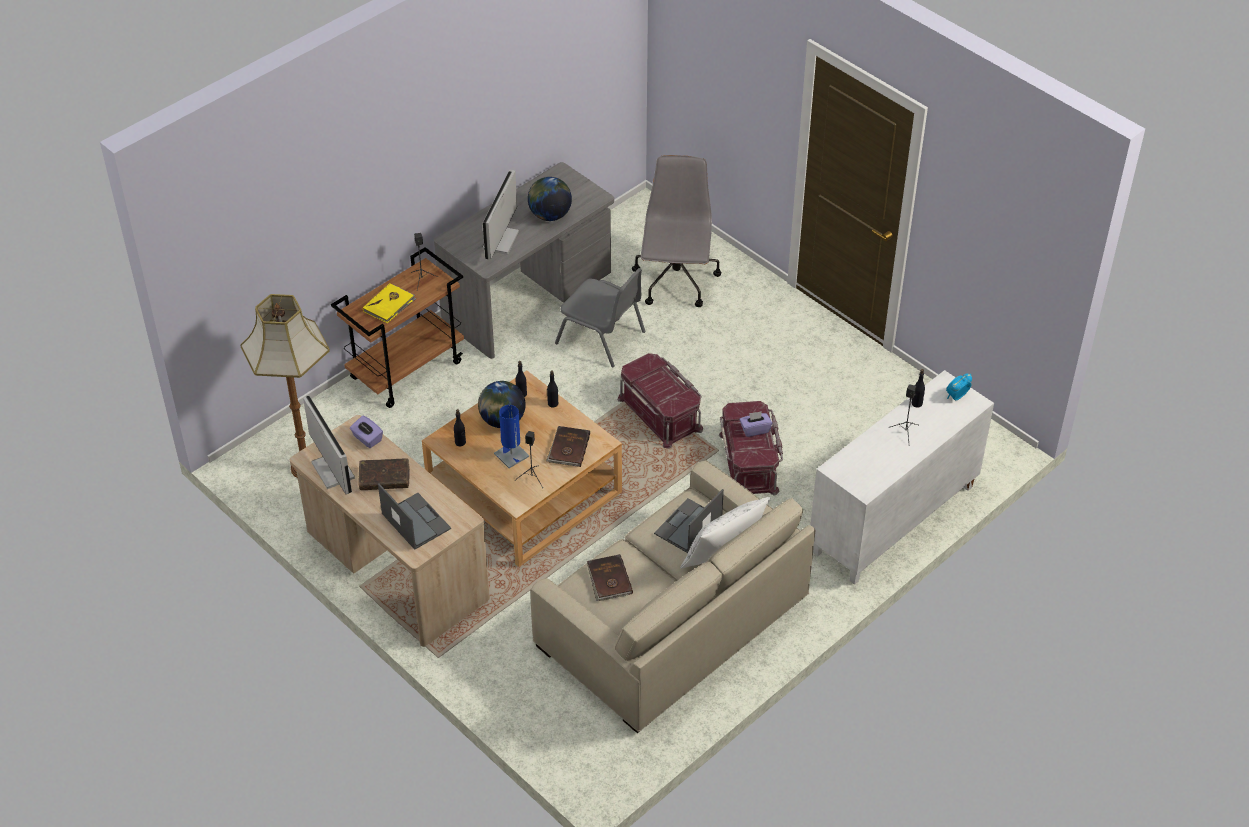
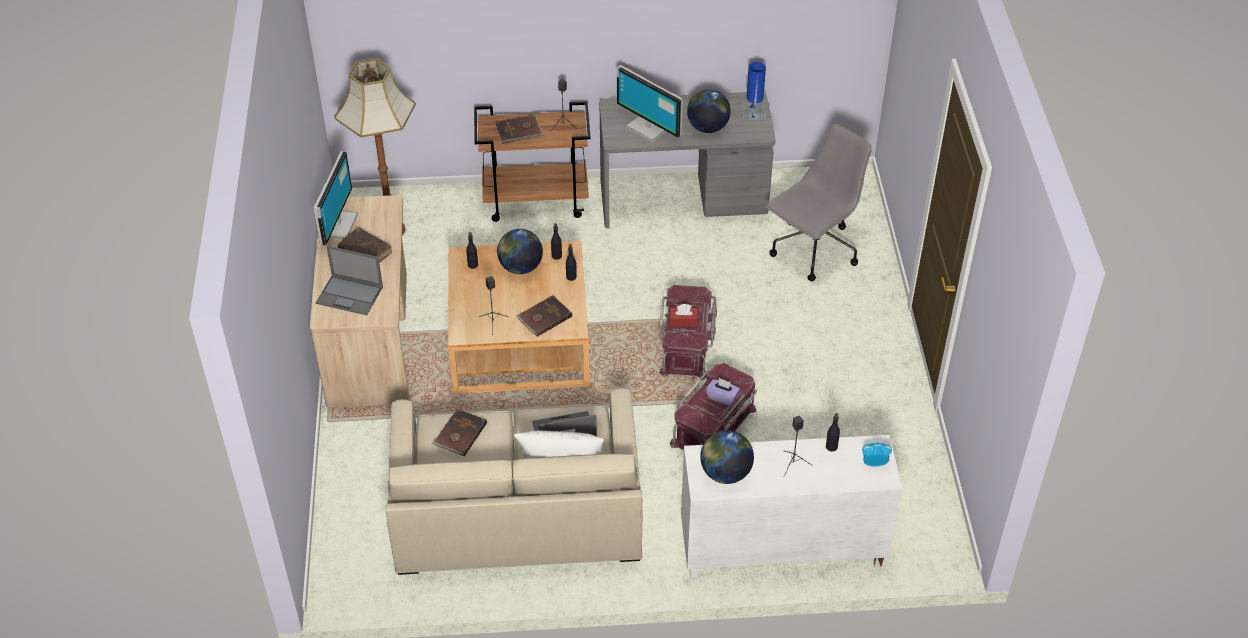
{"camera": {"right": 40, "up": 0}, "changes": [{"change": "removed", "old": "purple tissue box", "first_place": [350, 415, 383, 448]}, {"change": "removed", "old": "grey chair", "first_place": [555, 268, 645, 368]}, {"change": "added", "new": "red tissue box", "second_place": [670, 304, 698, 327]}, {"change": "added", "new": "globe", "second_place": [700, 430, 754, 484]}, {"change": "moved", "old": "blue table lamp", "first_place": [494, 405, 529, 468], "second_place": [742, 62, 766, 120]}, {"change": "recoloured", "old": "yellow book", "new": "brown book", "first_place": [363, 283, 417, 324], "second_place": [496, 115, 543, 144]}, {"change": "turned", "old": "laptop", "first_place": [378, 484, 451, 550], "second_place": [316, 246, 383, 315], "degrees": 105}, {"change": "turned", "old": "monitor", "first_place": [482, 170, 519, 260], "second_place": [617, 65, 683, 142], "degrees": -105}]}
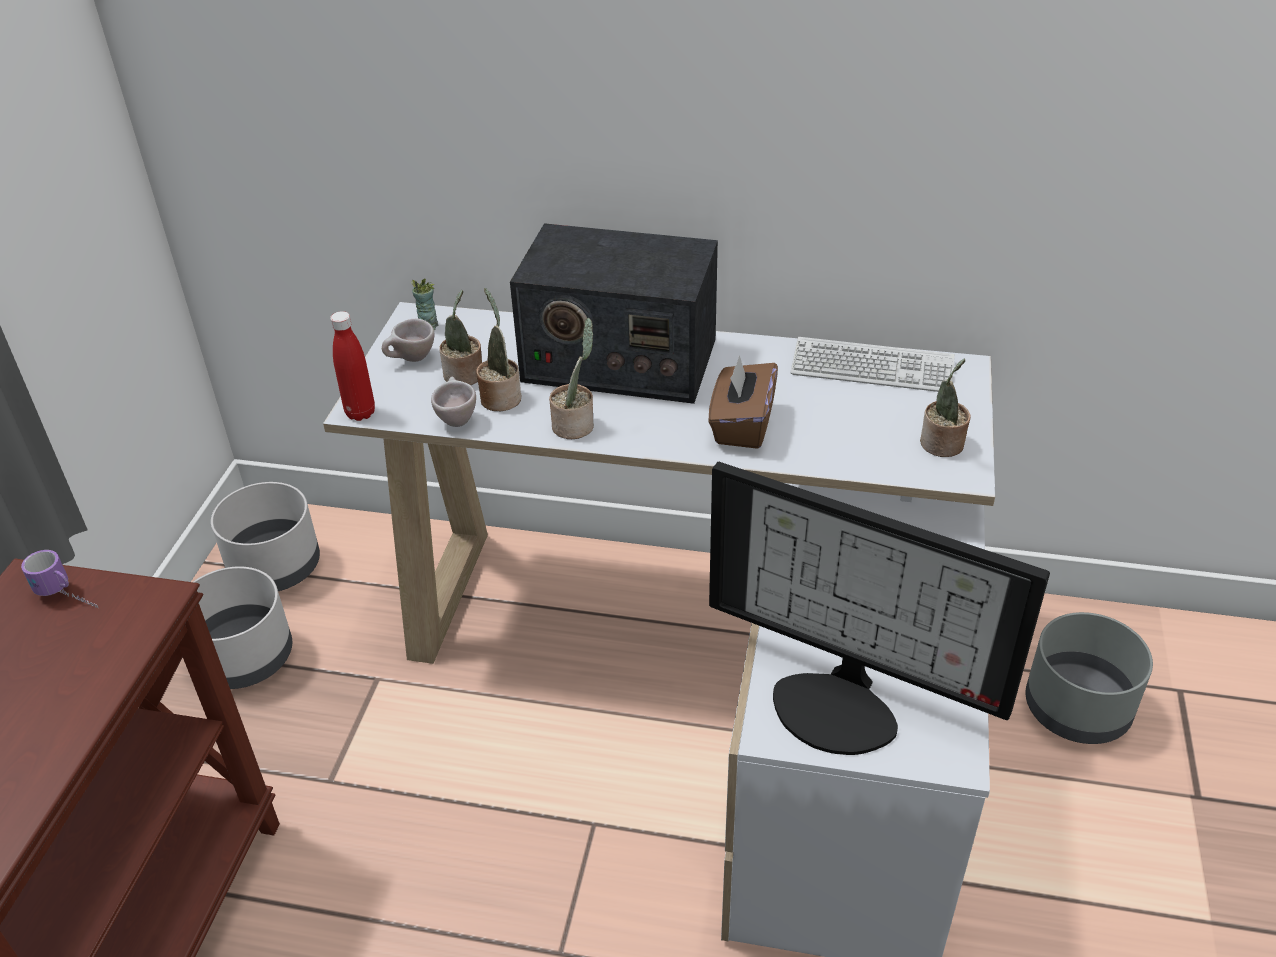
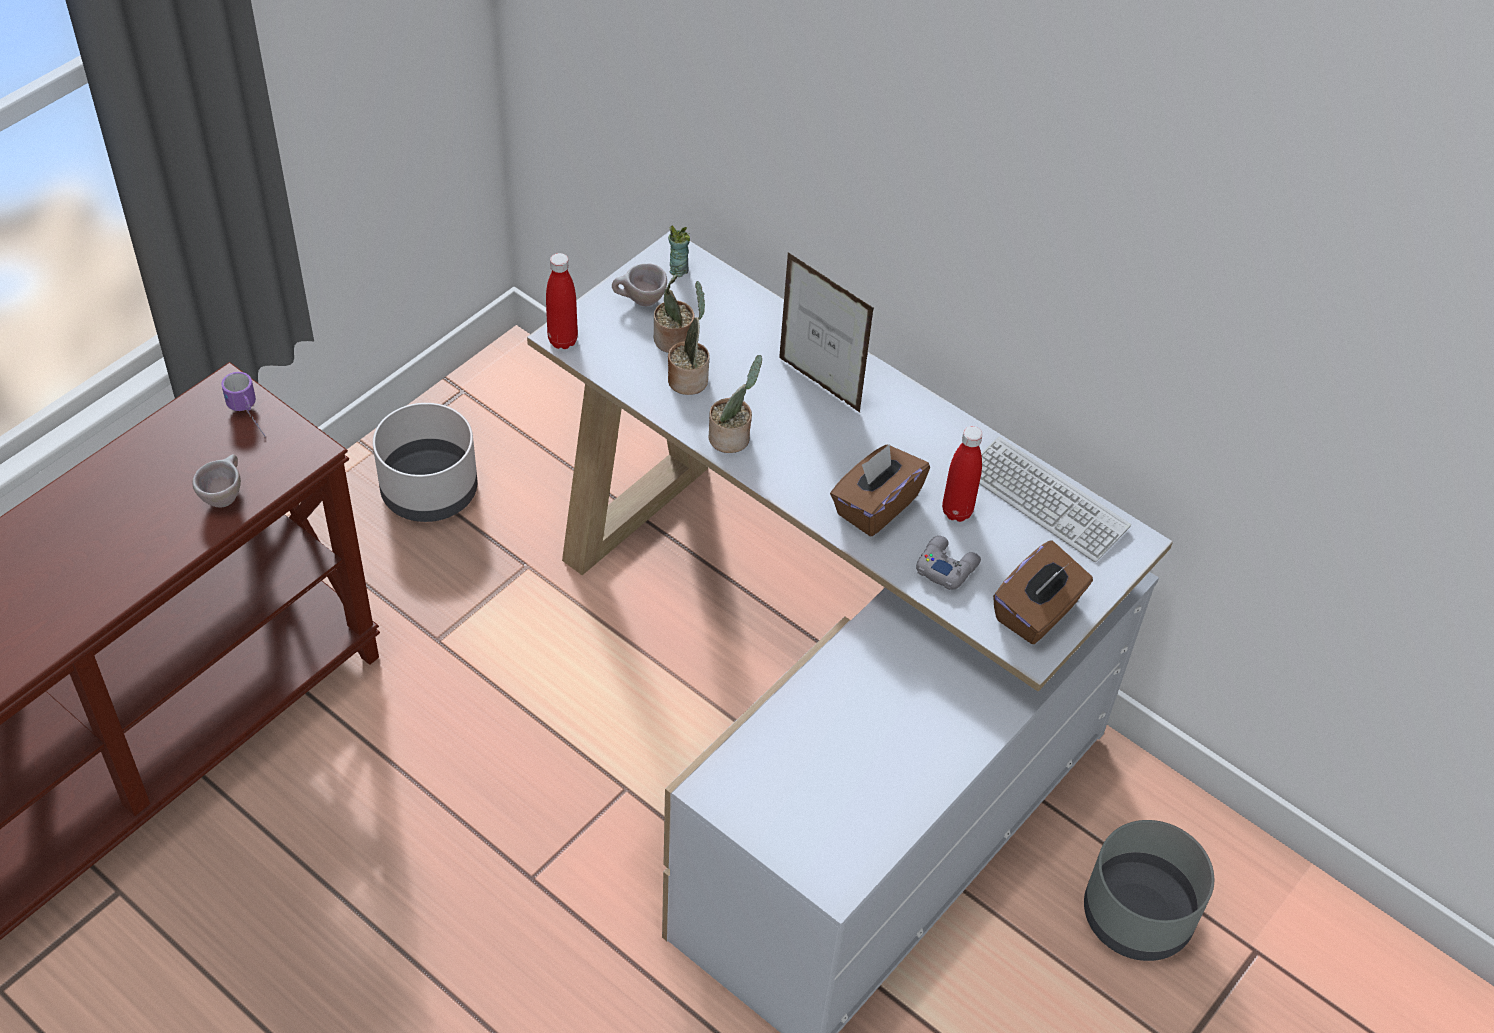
{"camera": {"right": 25, "up": 10}, "changes": [{"change": "removed", "old": "grey planter", "first_place": [211, 482, 320, 591]}, {"change": "removed", "old": "monitor", "first_place": [709, 462, 1050, 755]}, {"change": "added", "new": "grey game controller", "second_place": [916, 536, 981, 590]}, {"change": "added", "new": "red bottle", "second_place": [942, 426, 983, 522]}, {"change": "moved", "old": "beige cup", "first_place": [431, 376, 476, 427], "second_place": [193, 454, 241, 507]}, {"change": "replaced", "old": "radio", "new": "picture frame", "first_place": [510, 223, 718, 404], "second_place": [779, 252, 874, 412]}, {"change": "replaced", "old": "potted plant", "new": "brown tissue box", "first_place": [920, 359, 970, 457], "second_place": [993, 541, 1093, 644]}]}
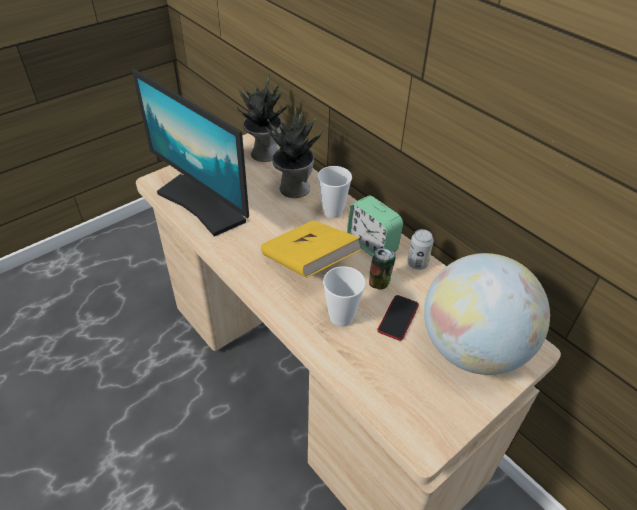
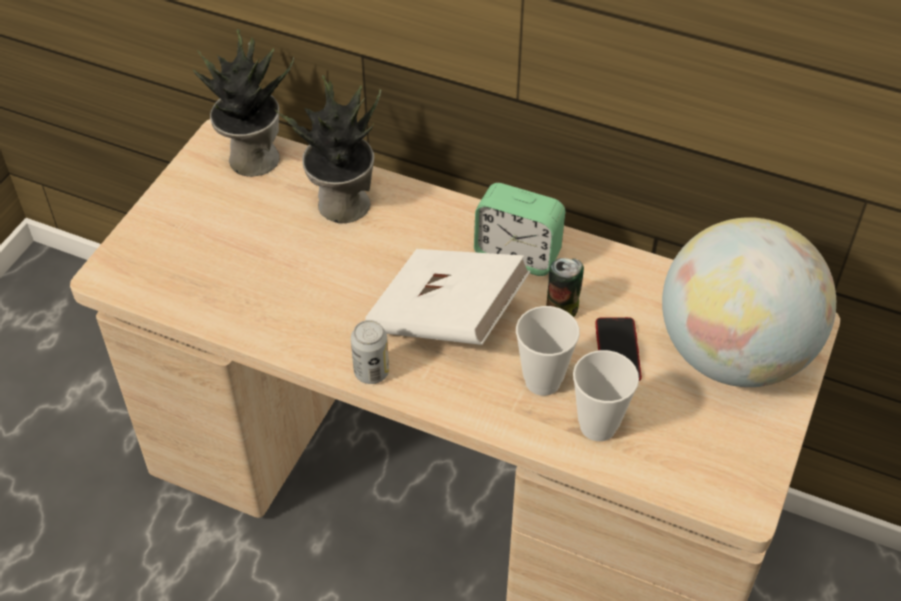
{"camera": {"right": -25, "up": 5}, "changes": [{"change": "removed", "old": "monitor", "first_place": [132, 69, 249, 236]}, {"change": "moved", "old": "cup", "first_place": [317, 166, 352, 218], "second_place": [573, 350, 639, 441]}, {"change": "moved", "old": "can", "first_place": [407, 229, 434, 270], "second_place": [351, 320, 389, 384]}, {"change": "recoloured", "old": "yellow book", "new": "white book", "first_place": [261, 220, 362, 278], "second_place": [365, 249, 531, 345]}]}
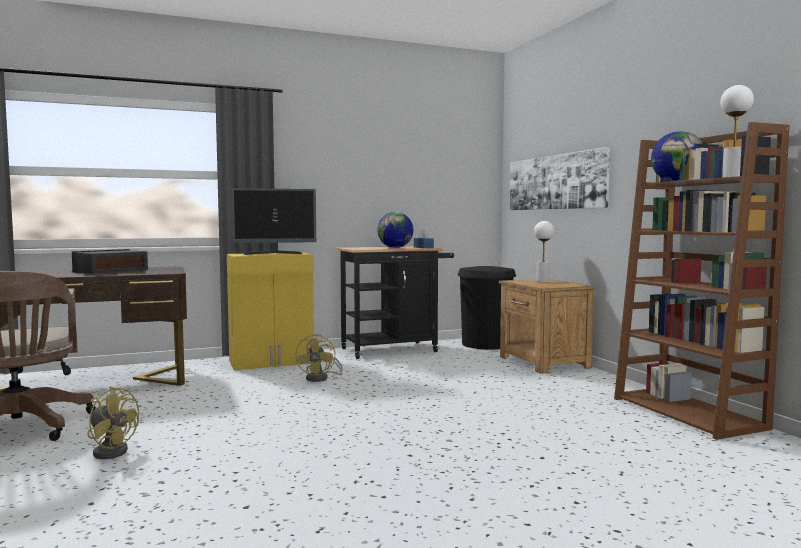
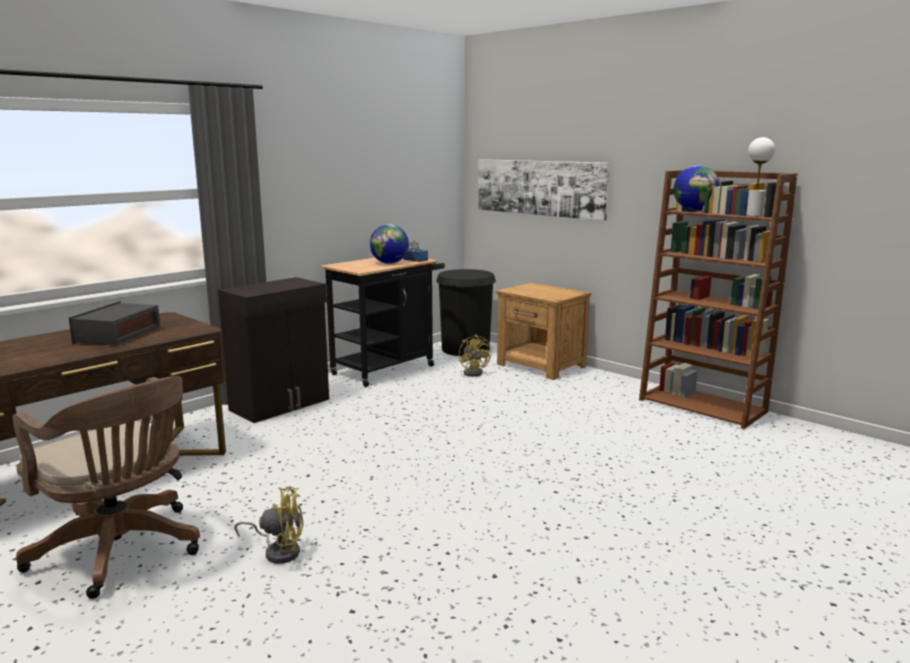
{"camera": {"right": -25, "up": 10}, "changes": [{"change": "removed", "old": "monitor", "first_place": [231, 188, 316, 255]}, {"change": "removed", "old": "white table lamp", "first_place": [534, 221, 554, 282]}, {"change": "moved", "old": "yellow fan", "first_place": [296, 334, 343, 382], "second_place": [459, 334, 492, 377]}, {"change": "recoloured", "old": "yellow cabinet", "new": "black cabinet", "first_place": [227, 252, 314, 370], "second_place": [218, 277, 329, 423]}]}
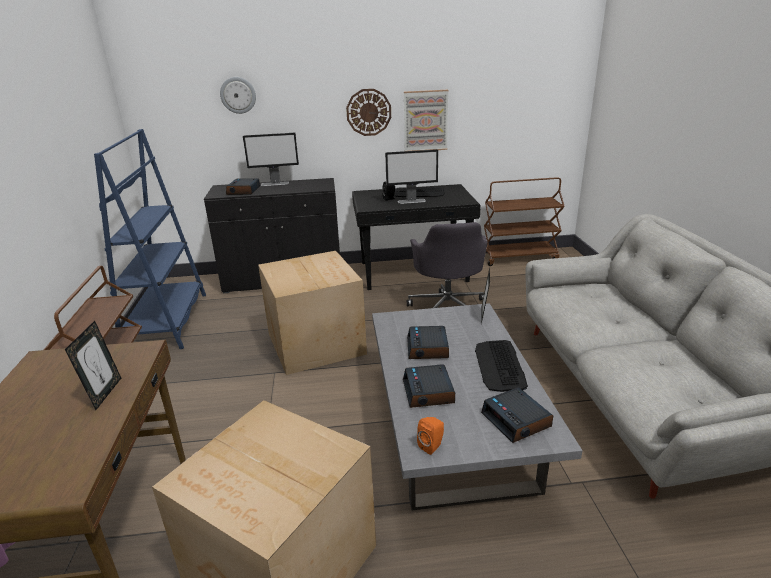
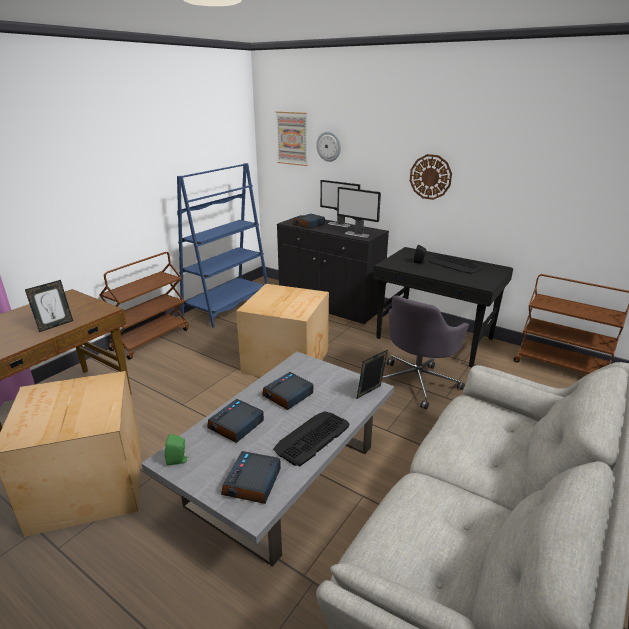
{"camera": {"right": 40, "up": 0}, "changes": [{"change": "moved", "old": "monitor", "first_place": [385, 149, 438, 204], "second_place": [337, 187, 381, 238]}, {"change": "moved", "old": "picture", "first_place": [404, 90, 448, 151], "second_place": [275, 111, 308, 166]}, {"change": "recoloured", "old": "orange speaker", "new": "green speaker", "first_place": [417, 417, 444, 455], "second_place": [164, 434, 189, 465]}]}
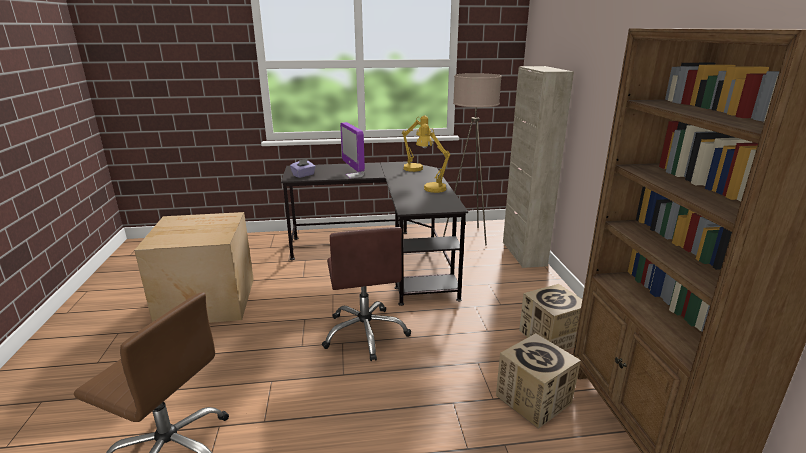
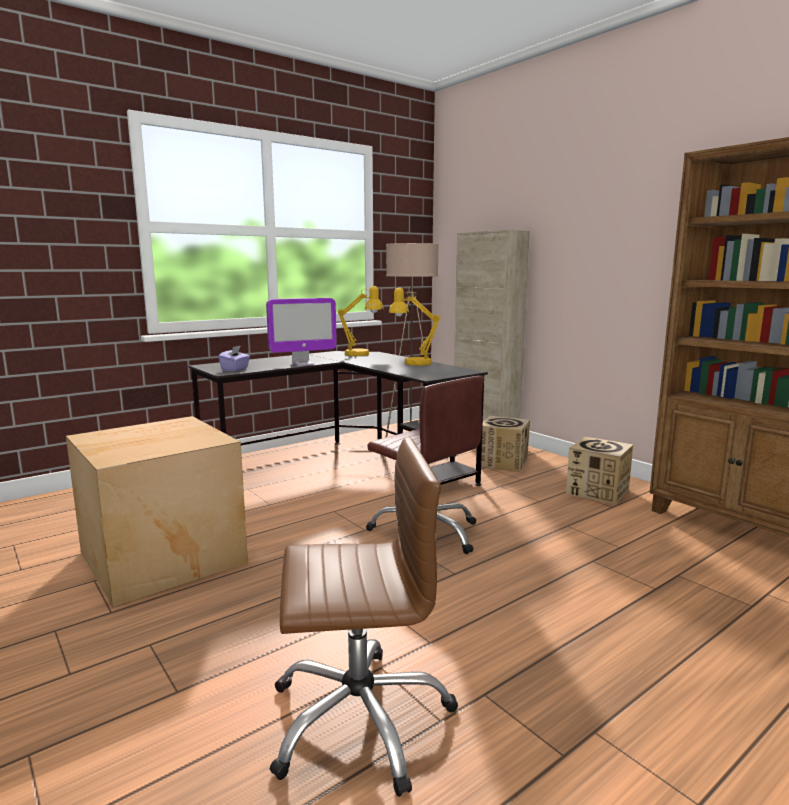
{"camera": {"right": -30, "up": -10}, "changes": [{"change": "moved", "old": "cardboard box", "first_place": [496, 333, 581, 429], "second_place": [481, 416, 530, 472]}, {"change": "turned", "old": "monitor", "first_place": [340, 122, 365, 179], "second_place": [266, 298, 337, 366], "degrees": -60}]}
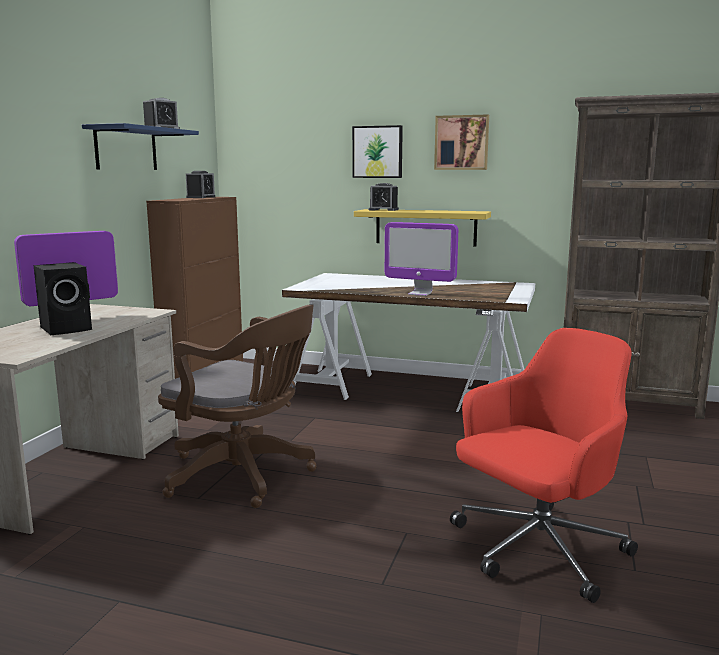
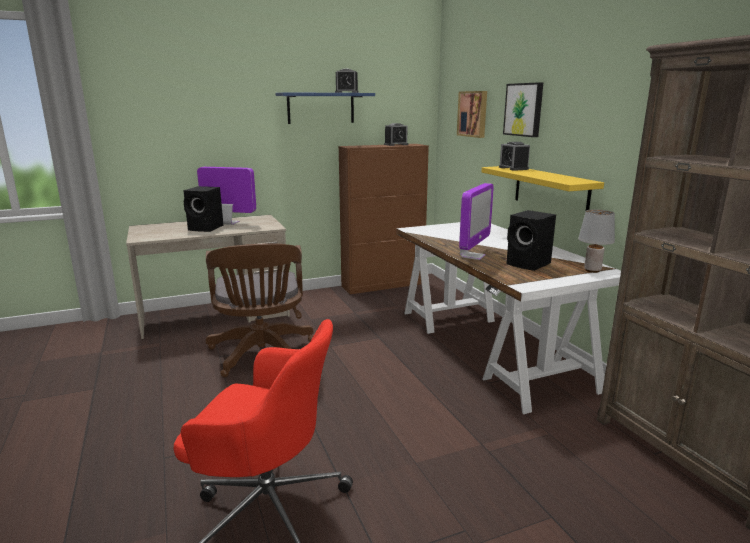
{"camera": {"right": 50, "up": 5}, "changes": [{"change": "added", "new": "black speaker", "second_place": [506, 210, 556, 271]}, {"change": "added", "new": "grey table lamp", "second_place": [578, 209, 615, 273]}, {"change": "moved", "old": "picture", "first_place": [434, 114, 489, 170], "second_place": [457, 91, 487, 138]}, {"change": "turned", "old": "monitor", "first_place": [384, 222, 458, 296], "second_place": [459, 183, 494, 260], "degrees": -135}]}
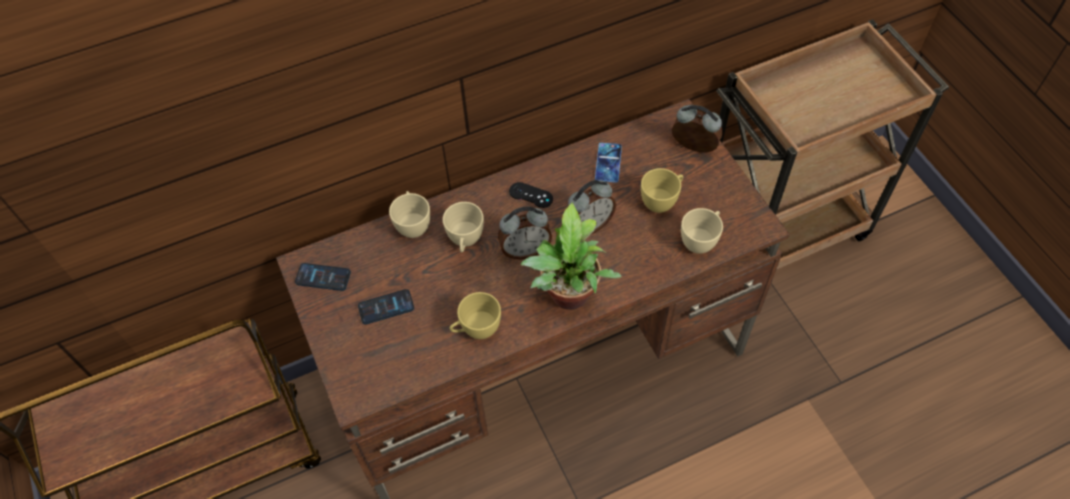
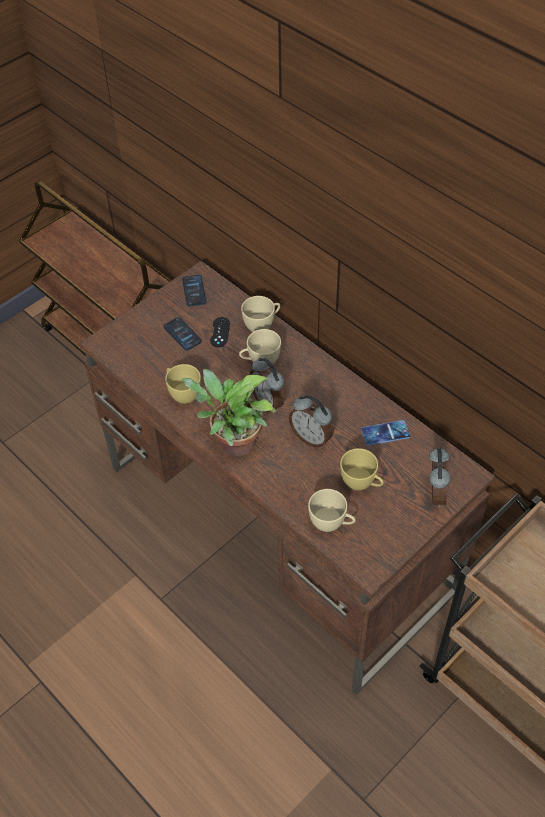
{"camera": {"right": 70, "up": -5}, "changes": [{"change": "moved", "old": "black game controller", "first_place": [509, 182, 553, 208], "second_place": [210, 317, 230, 347]}]}
